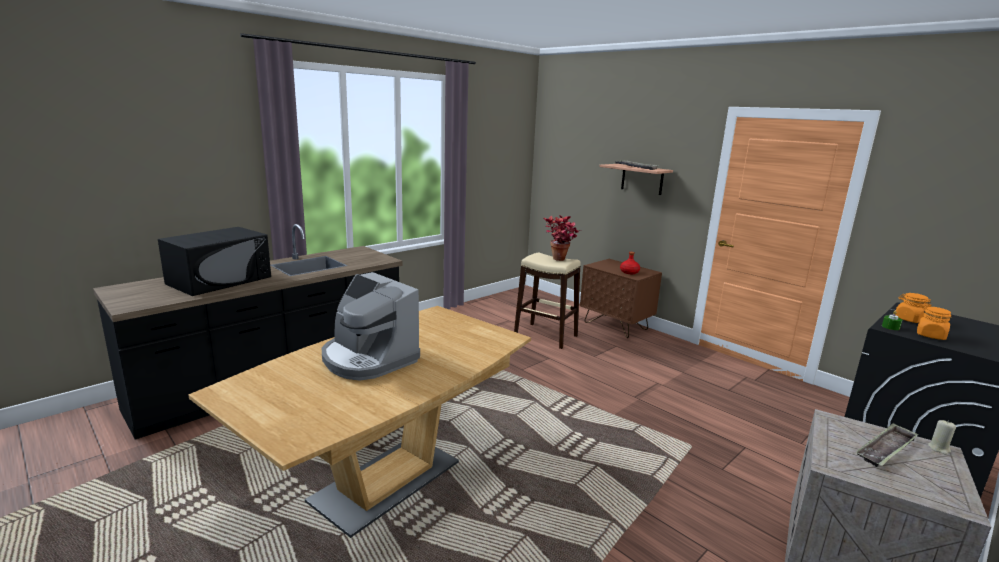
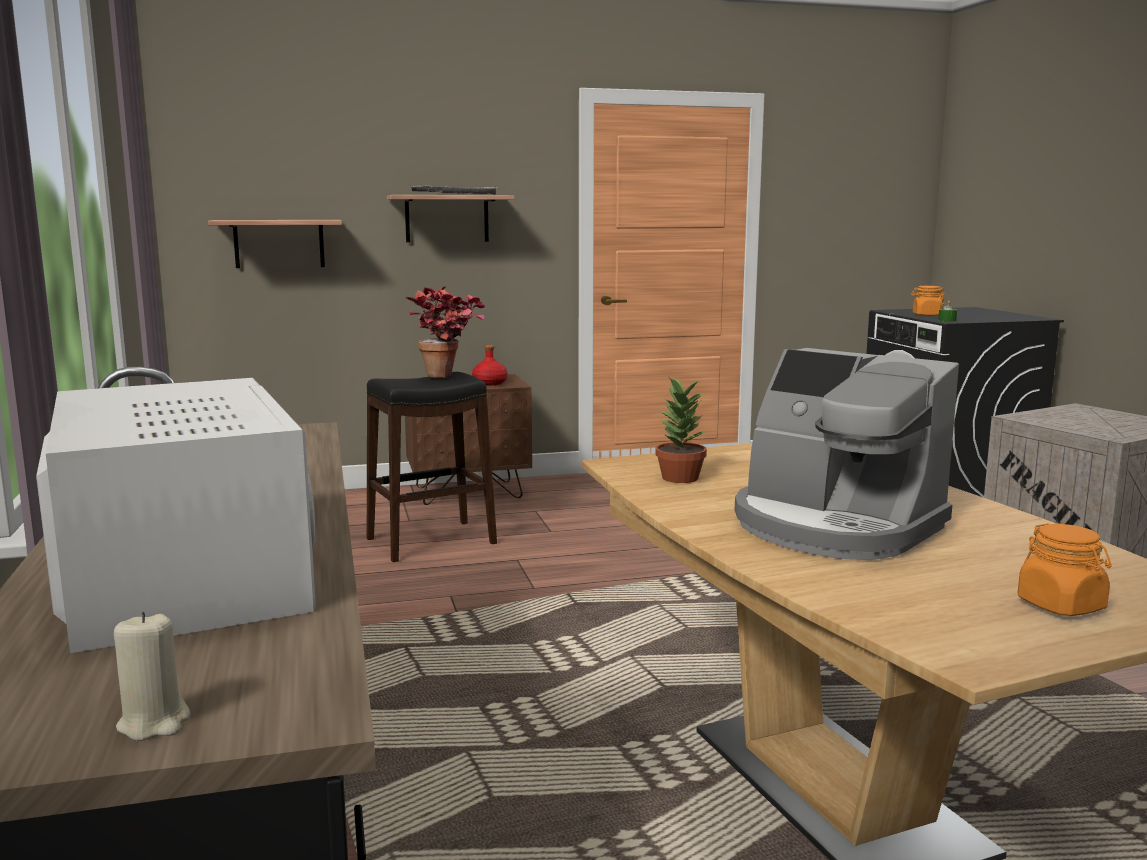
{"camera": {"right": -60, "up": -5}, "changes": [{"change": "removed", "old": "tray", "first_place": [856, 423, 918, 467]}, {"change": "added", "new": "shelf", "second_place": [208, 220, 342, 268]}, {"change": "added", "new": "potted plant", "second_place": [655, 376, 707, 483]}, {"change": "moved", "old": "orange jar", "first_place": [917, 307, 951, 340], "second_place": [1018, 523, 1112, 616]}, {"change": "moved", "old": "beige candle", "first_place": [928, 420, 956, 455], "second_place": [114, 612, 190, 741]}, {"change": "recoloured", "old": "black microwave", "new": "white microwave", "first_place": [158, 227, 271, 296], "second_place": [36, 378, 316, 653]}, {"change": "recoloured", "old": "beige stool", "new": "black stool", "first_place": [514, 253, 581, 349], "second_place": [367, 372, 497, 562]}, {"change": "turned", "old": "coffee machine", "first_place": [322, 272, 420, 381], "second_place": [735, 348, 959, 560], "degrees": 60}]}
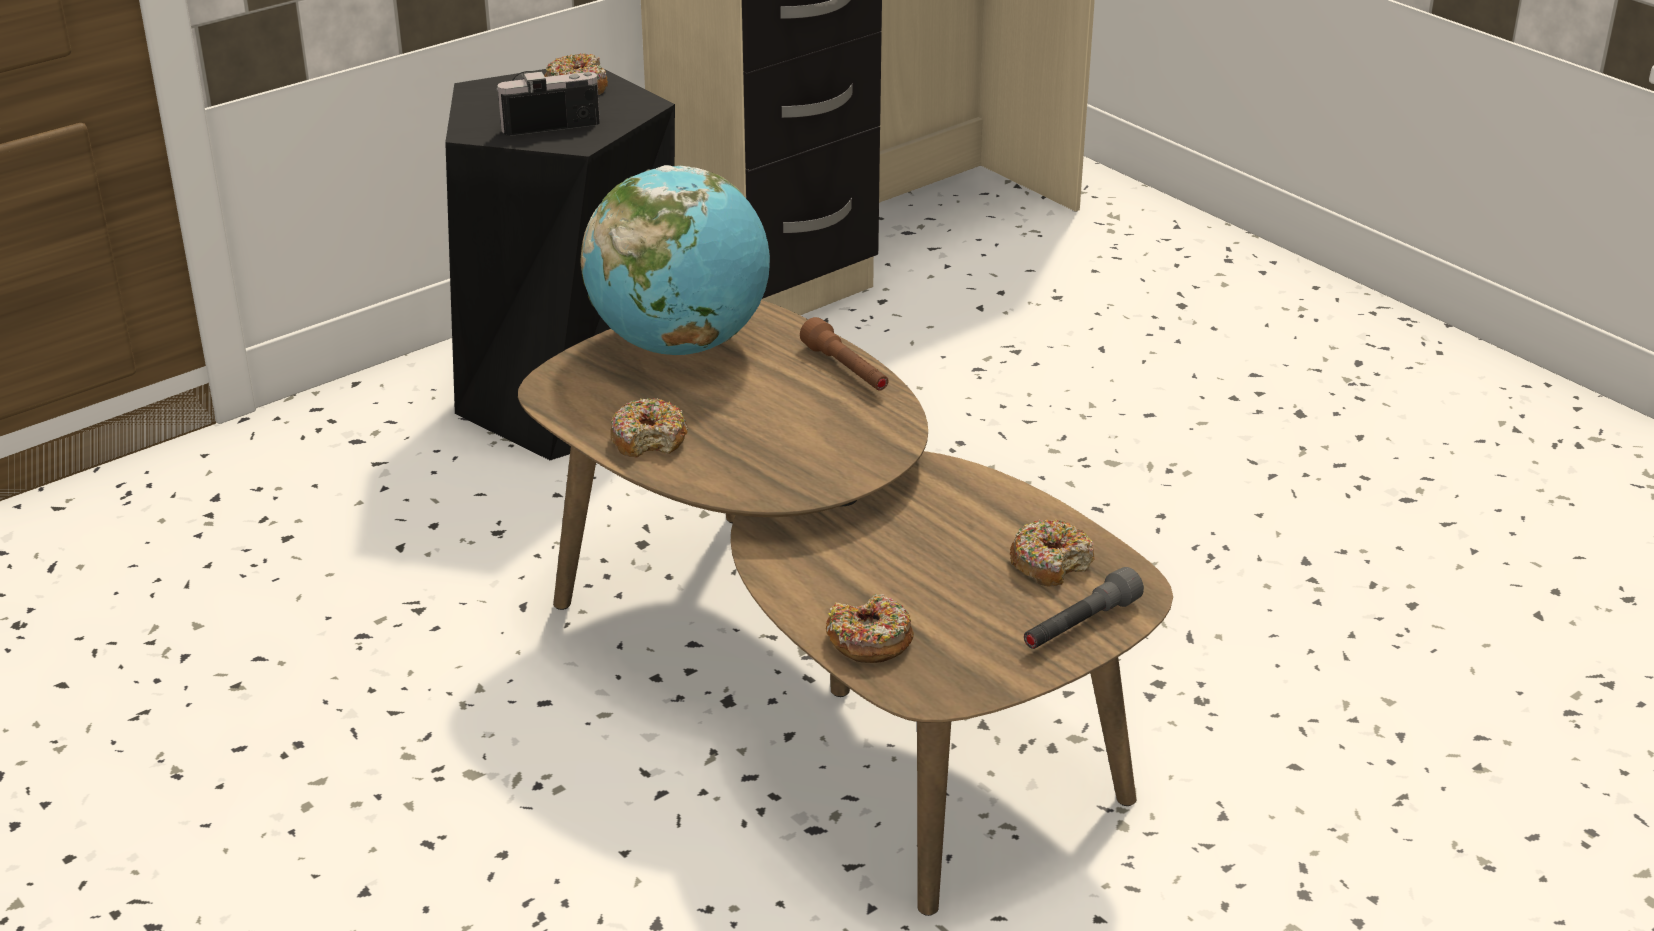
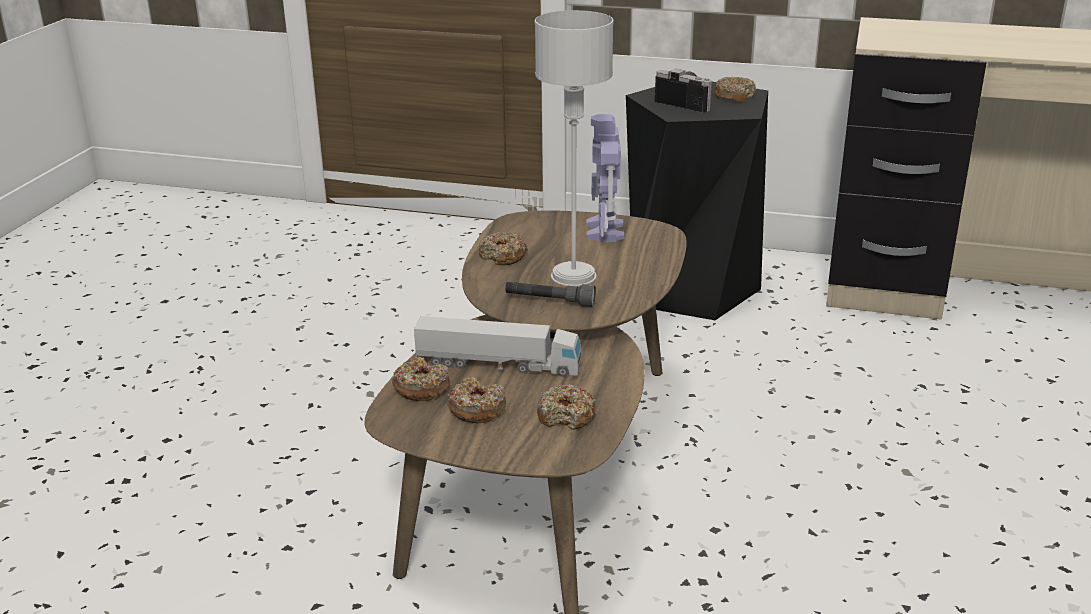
{"camera": {"right": 55, "up": -5}, "changes": [{"change": "removed", "old": "brown flashlight", "first_place": [800, 317, 889, 391]}, {"change": "added", "new": "toy truck", "second_place": [414, 316, 582, 377]}, {"change": "added", "new": "donut", "second_place": [447, 377, 506, 423]}, {"change": "added", "new": "grey table lamp", "second_place": [535, 10, 614, 287]}, {"change": "moved", "old": "grey flashlight", "first_place": [1024, 567, 1144, 649], "second_place": [505, 282, 596, 307]}, {"change": "replaced", "old": "globe", "new": "toy robot", "first_place": [581, 165, 770, 355], "second_place": [587, 114, 624, 242]}]}
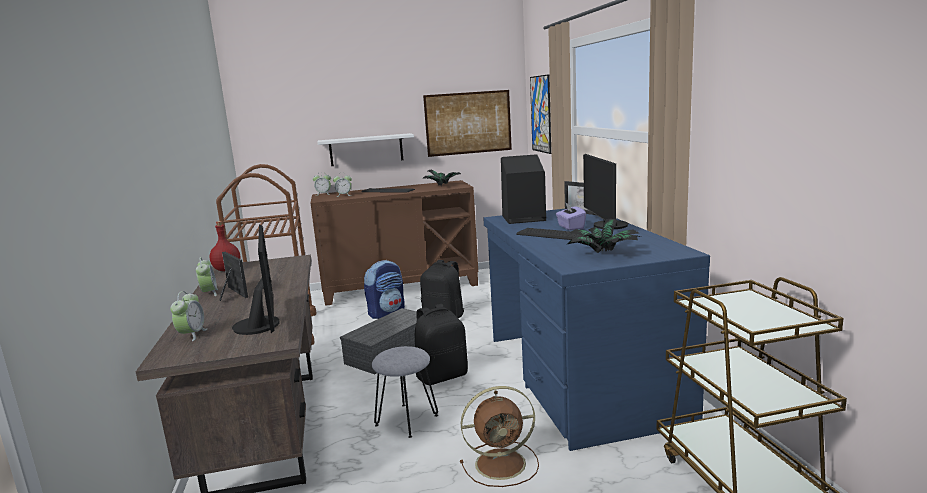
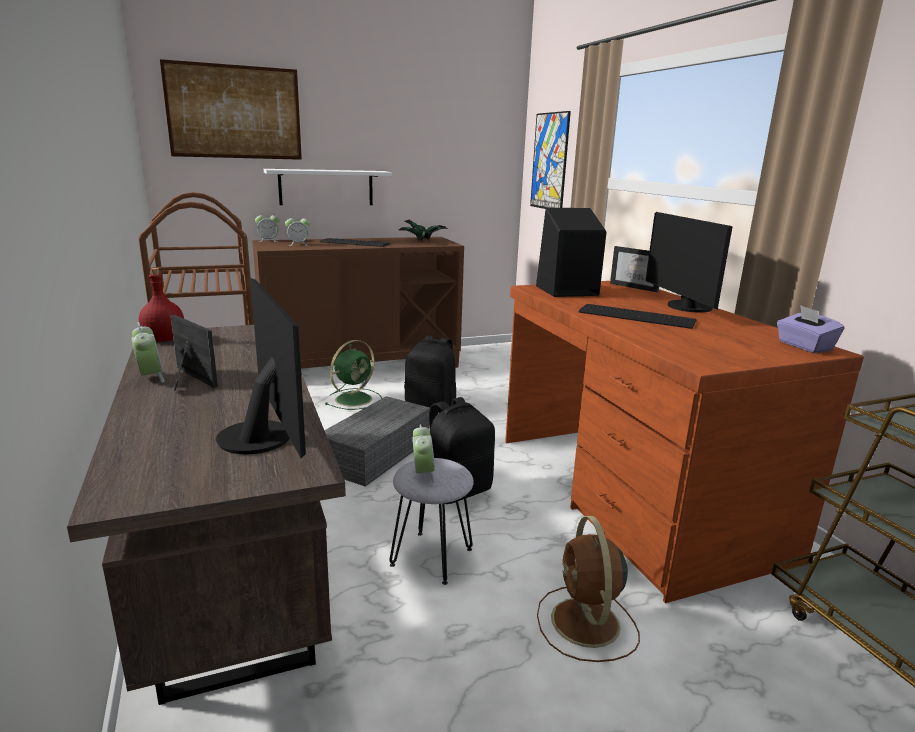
{"camera": {"right": -10, "up": 5}, "changes": [{"change": "removed", "old": "potted plant", "first_place": [567, 219, 641, 253]}, {"change": "moved", "old": "alarm clock", "first_place": [170, 291, 207, 341], "second_place": [412, 425, 435, 483]}, {"change": "moved", "old": "picture", "first_place": [423, 90, 512, 157], "second_place": [160, 59, 302, 160]}, {"change": "moved", "old": "purple tissue box", "first_place": [556, 202, 586, 230], "second_place": [777, 305, 844, 353]}, {"change": "replaced", "old": "backpack", "new": "green fan", "first_place": [364, 260, 405, 319], "second_place": [324, 340, 382, 410]}, {"change": "recoloured", "old": "blue desk", "new": "brown desk", "first_place": [483, 209, 710, 451], "second_place": [505, 281, 864, 603]}, {"change": "turned", "old": "brown fan", "first_place": [460, 386, 539, 487], "second_place": [537, 516, 640, 662], "degrees": 105}]}
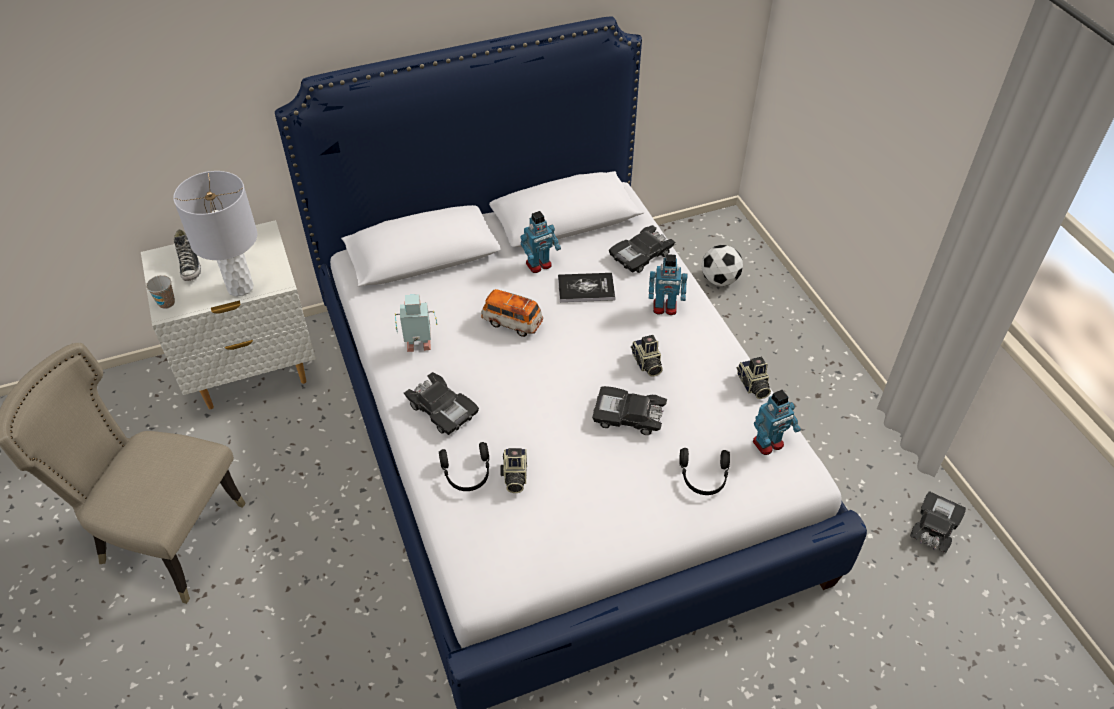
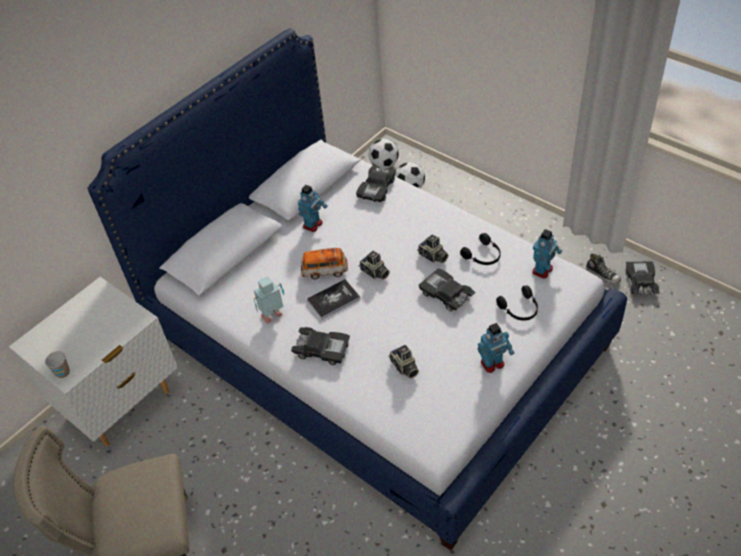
{"camera": {"right": -25, "up": 0}, "changes": [{"change": "removed", "old": "grey table lamp", "first_place": [173, 171, 258, 297]}, {"change": "added", "new": "football", "second_place": [369, 139, 399, 169]}, {"change": "moved", "old": "shoe", "first_place": [174, 229, 201, 281], "second_place": [586, 253, 621, 284]}, {"change": "moved", "old": "black headphones", "first_place": [439, 442, 489, 491], "second_place": [460, 233, 501, 265]}, {"change": "moved", "old": "book", "first_place": [558, 273, 615, 302], "second_place": [307, 279, 360, 319]}, {"change": "moved", "old": "toy robot", "first_place": [649, 254, 687, 315], "second_place": [478, 323, 514, 373]}, {"change": "moved", "old": "photo camera", "first_place": [736, 357, 771, 399], "second_place": [359, 251, 390, 280]}, {"change": "turned", "old": "black toy car", "first_place": [592, 386, 667, 435], "second_place": [419, 268, 476, 312], "degrees": 60}]}
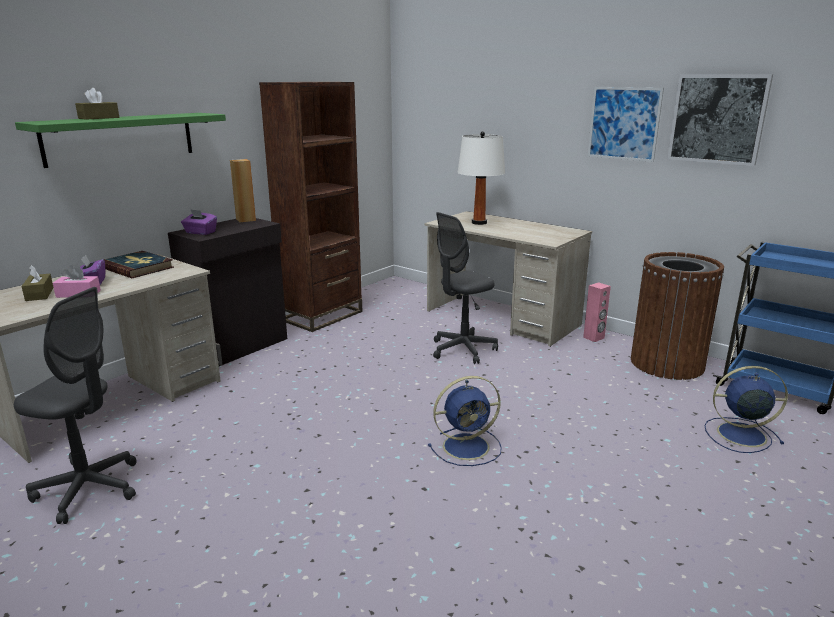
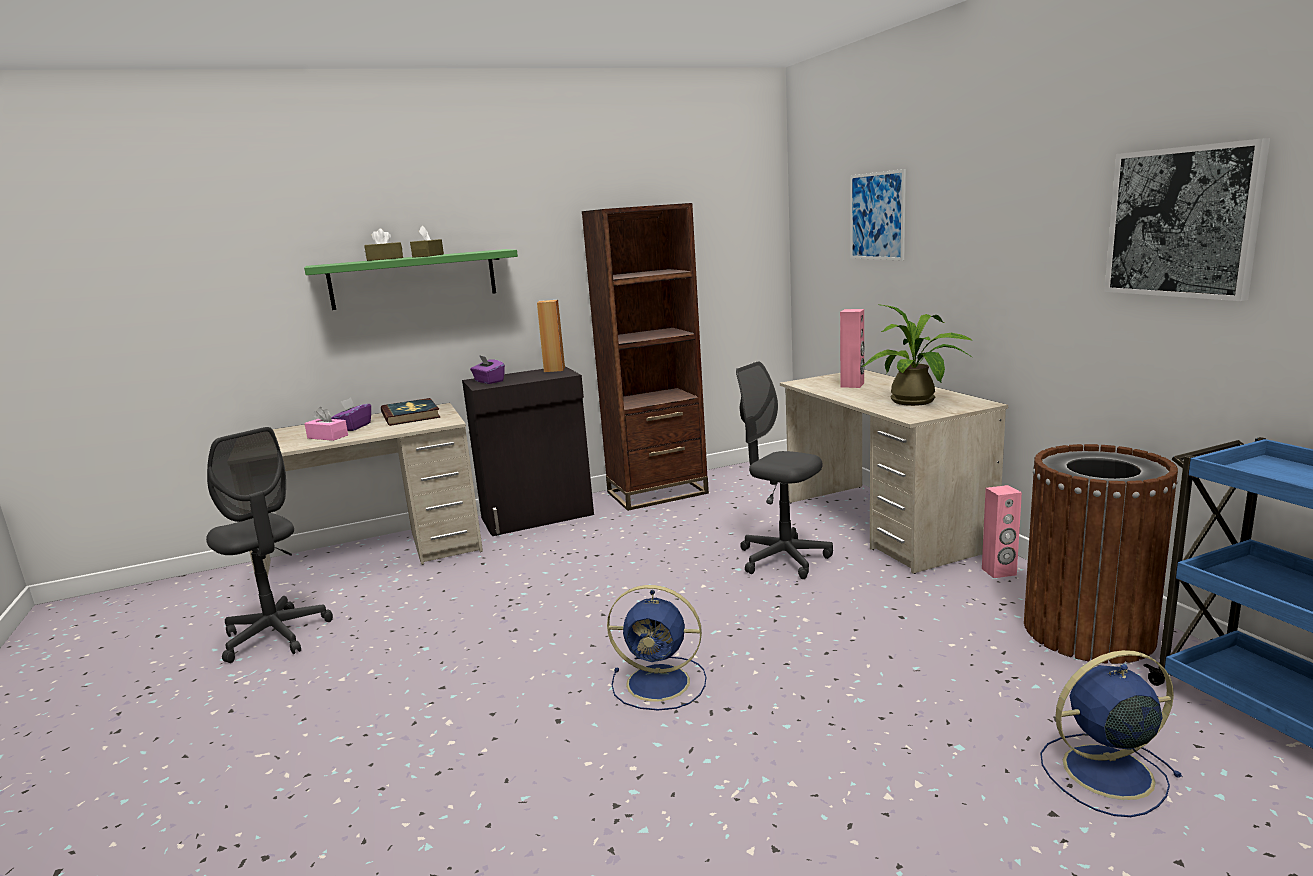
{"camera": {"right": 30, "up": -5}, "changes": [{"change": "added", "new": "potted plant", "second_place": [861, 304, 973, 406]}, {"change": "moved", "old": "brown tissue box", "first_place": [21, 265, 54, 301], "second_place": [410, 226, 444, 258]}, {"change": "moved", "old": "picture", "first_place": [588, 87, 664, 162], "second_place": [850, 169, 906, 261]}, {"change": "replaced", "old": "white table lamp", "new": "pink speaker", "first_place": [458, 131, 505, 225], "second_place": [840, 309, 865, 388]}, {"change": "turned", "old": "grey office chair", "first_place": [433, 212, 498, 364], "second_place": [736, 361, 833, 579], "degrees": 45}, {"change": "turned", "old": "blue fan", "first_place": [705, 366, 788, 453], "second_place": [1040, 650, 1183, 817], "degrees": -45}]}
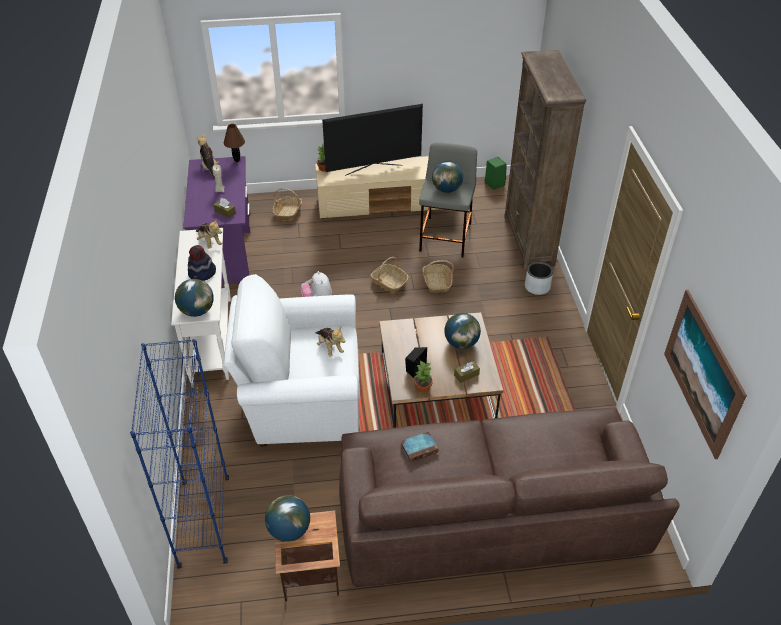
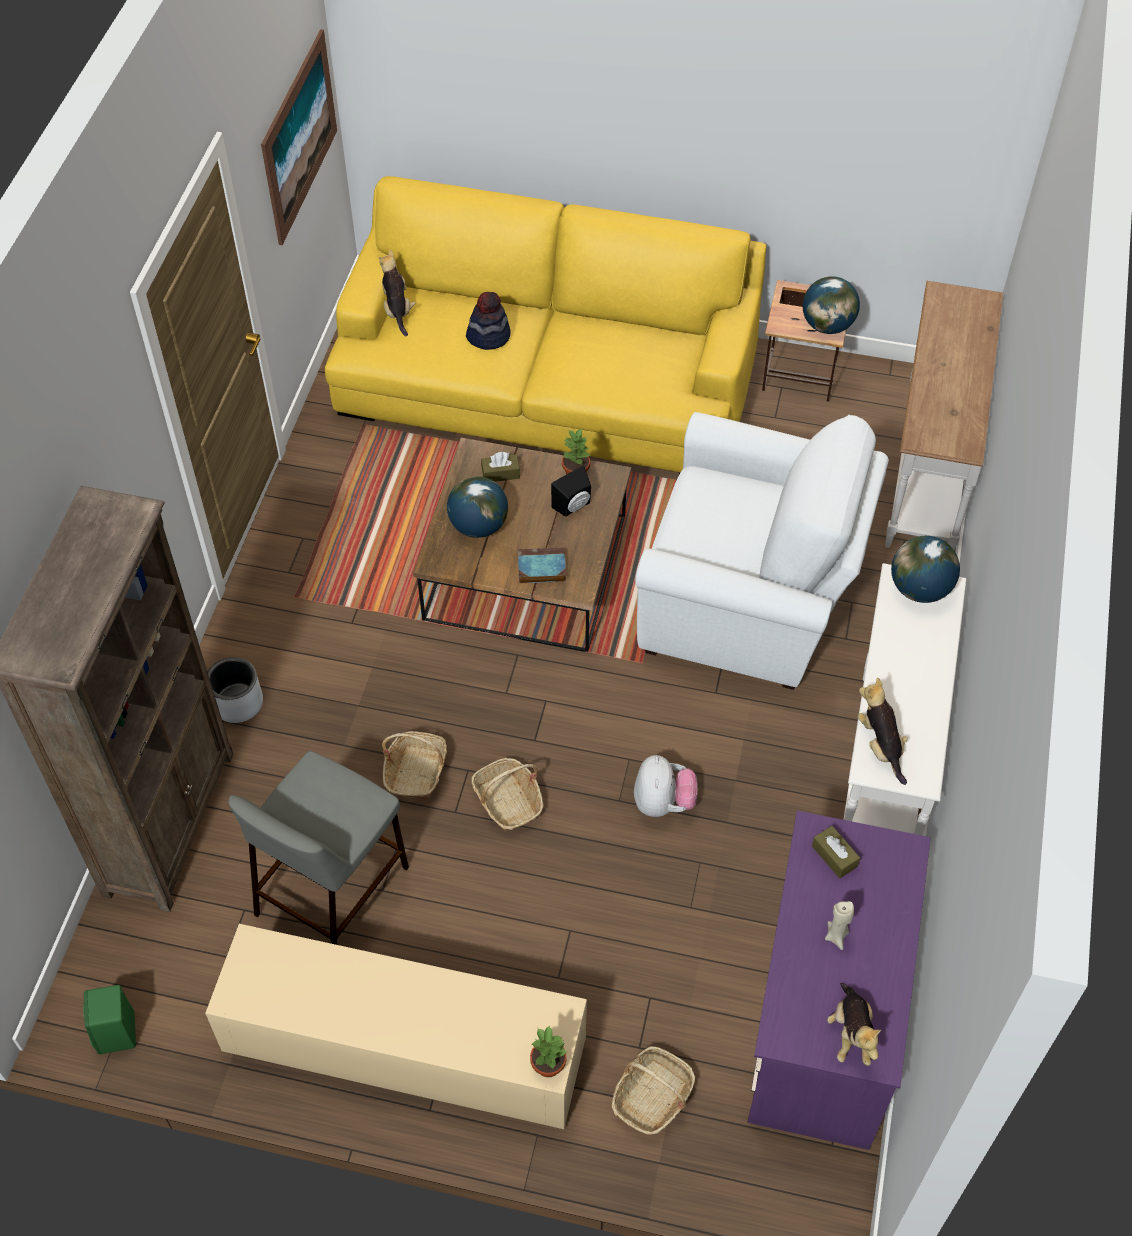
{"camera": {"right": -160, "up": 10}, "changes": [{"change": "removed", "old": "brown table lamp", "first_place": [224, 124, 245, 162]}, {"change": "removed", "old": "television", "first_place": [322, 104, 423, 176]}, {"change": "removed", "old": "globe", "first_place": [432, 161, 463, 193]}, {"change": "moved", "old": "hat", "first_place": [188, 245, 216, 281], "second_place": [466, 292, 511, 350]}, {"change": "moved", "old": "plush toy", "first_place": [315, 328, 345, 357], "second_place": [379, 250, 415, 337]}, {"change": "moved", "old": "book", "first_place": [401, 431, 439, 462], "second_place": [518, 548, 566, 583]}, {"change": "replaced", "old": "blue bookcase", "new": "white console table", "first_place": [130, 339, 229, 569], "second_place": [885, 281, 1003, 550]}, {"change": "recoloured", "old": "brown sofa", "new": "yellow sofa", "first_place": [339, 408, 680, 587], "second_place": [325, 176, 766, 474]}]}
